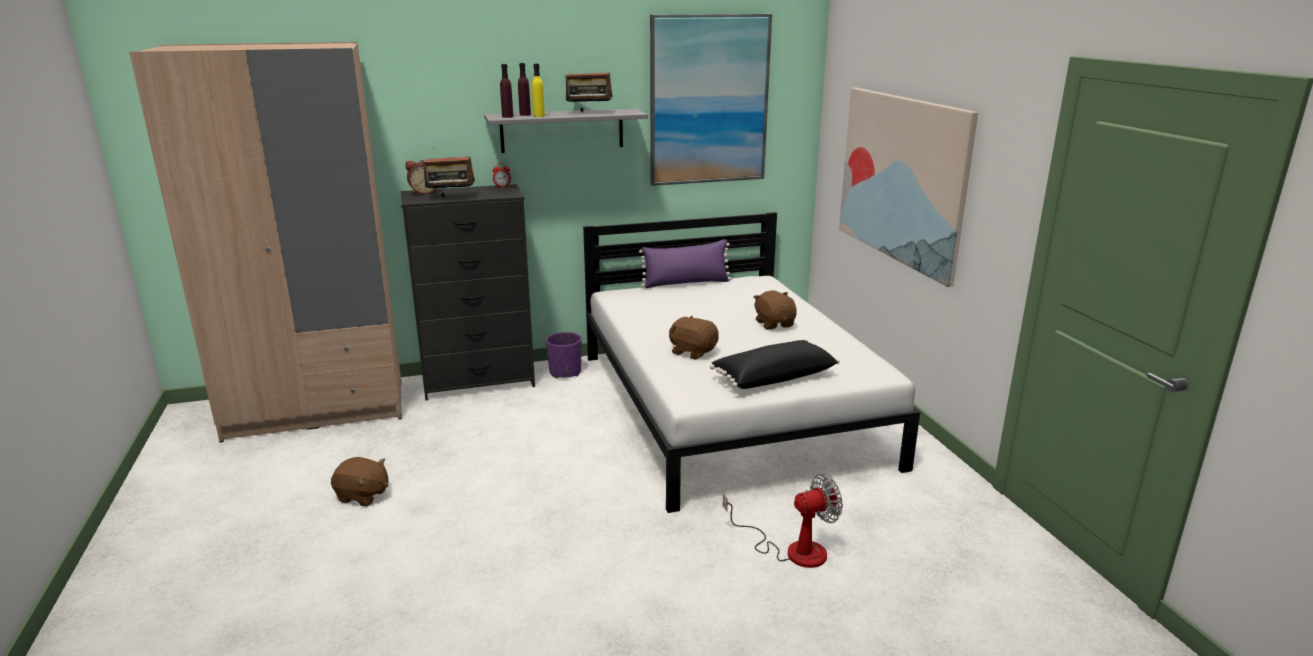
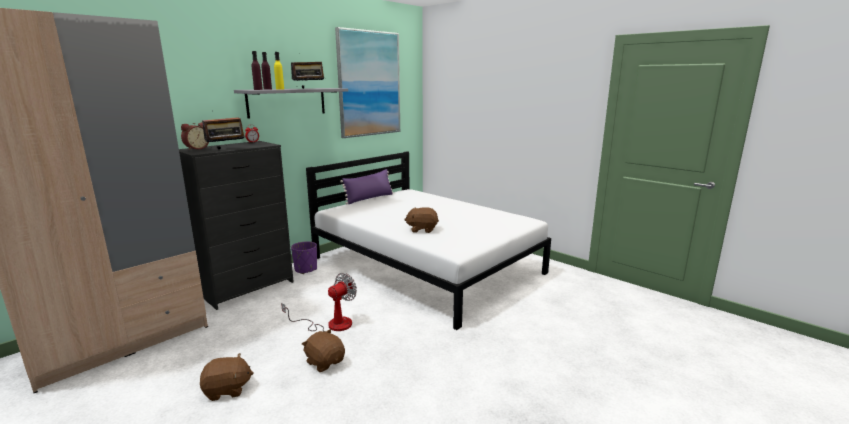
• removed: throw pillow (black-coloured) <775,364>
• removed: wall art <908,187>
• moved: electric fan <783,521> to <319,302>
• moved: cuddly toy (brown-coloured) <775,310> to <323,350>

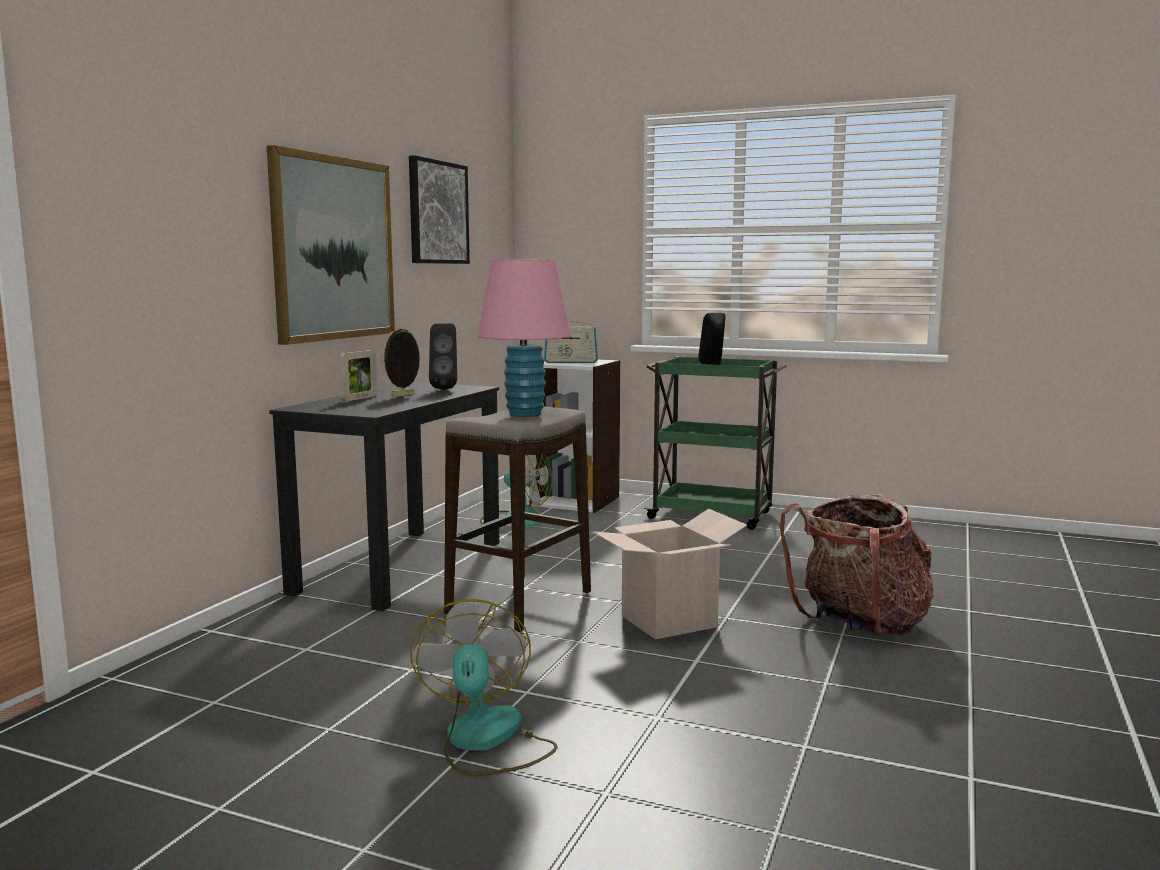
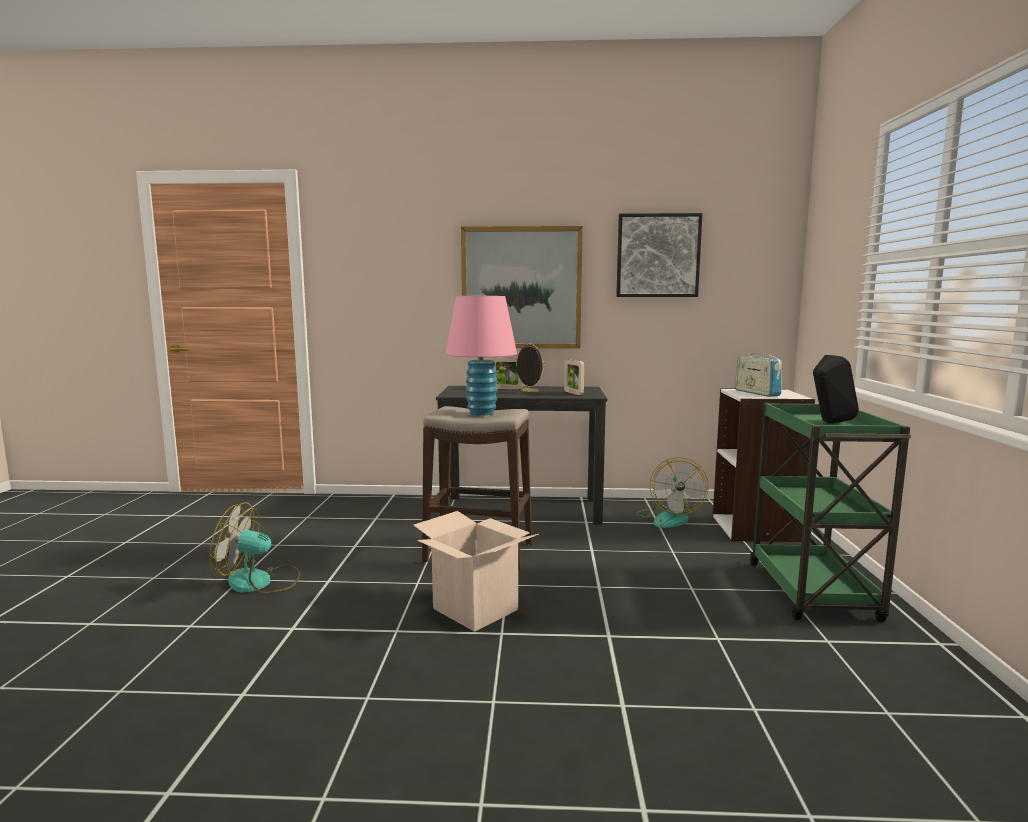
• removed: backpack <856,564>
• replaced: audio speaker (black-coloured) <443,356> to picture frame <574,377>
• turned: electric fan <484,687> = <255,547> 150 degrees counterclockwise

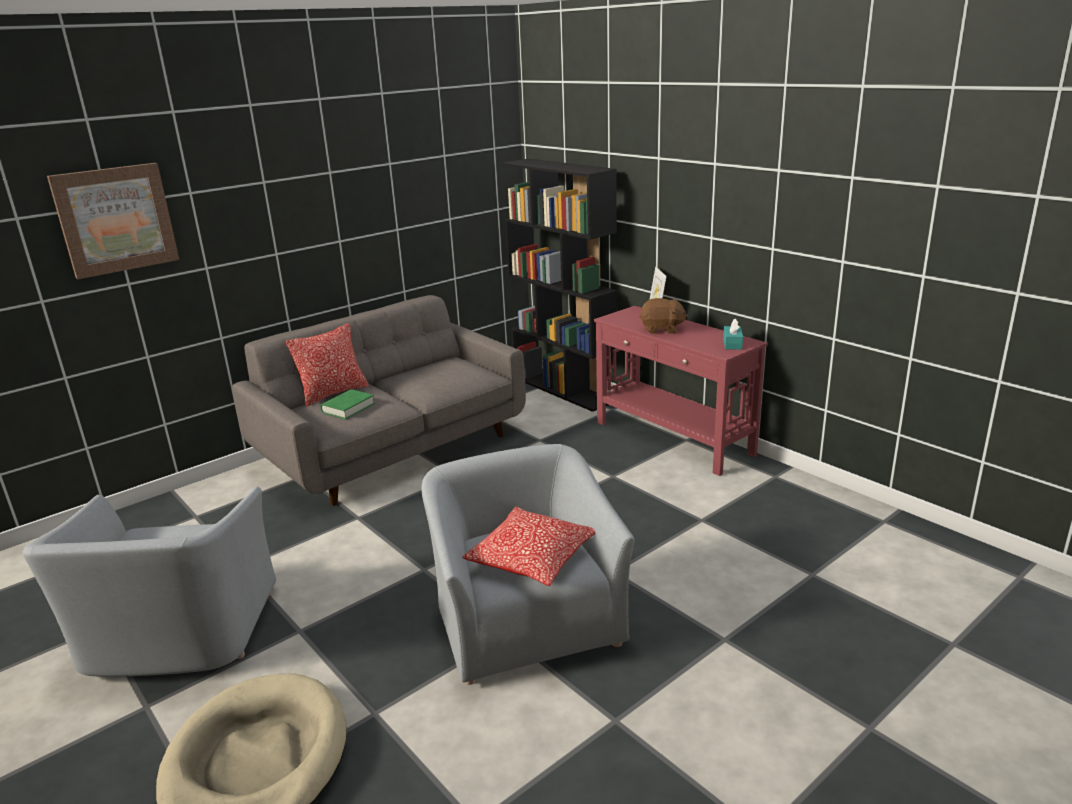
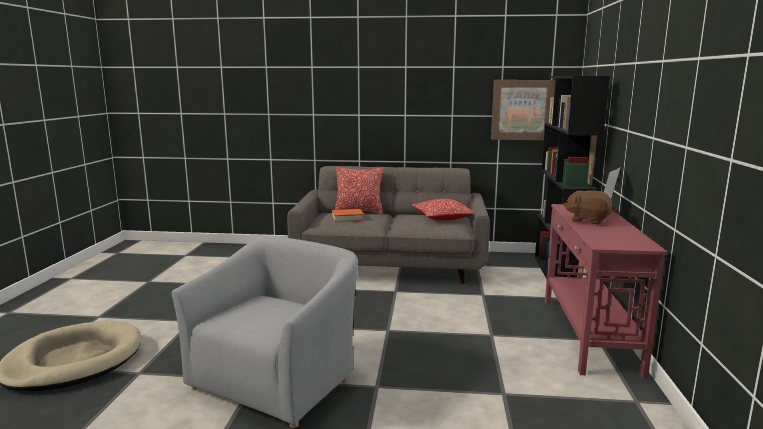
• removed: easy chair (gray) <149,582>
• removed: box of tissues (turquoise-coloured) <733,334>
• moved: wall art <113,221> to <523,110>
• moved: throw pillow <528,546> to <442,209>
• recoloured: book (green) <347,404> to book (orange) <348,215>
• turned: cuddly toy (brown-coloured) <664,316> = <588,207> 150 degrees clockwise

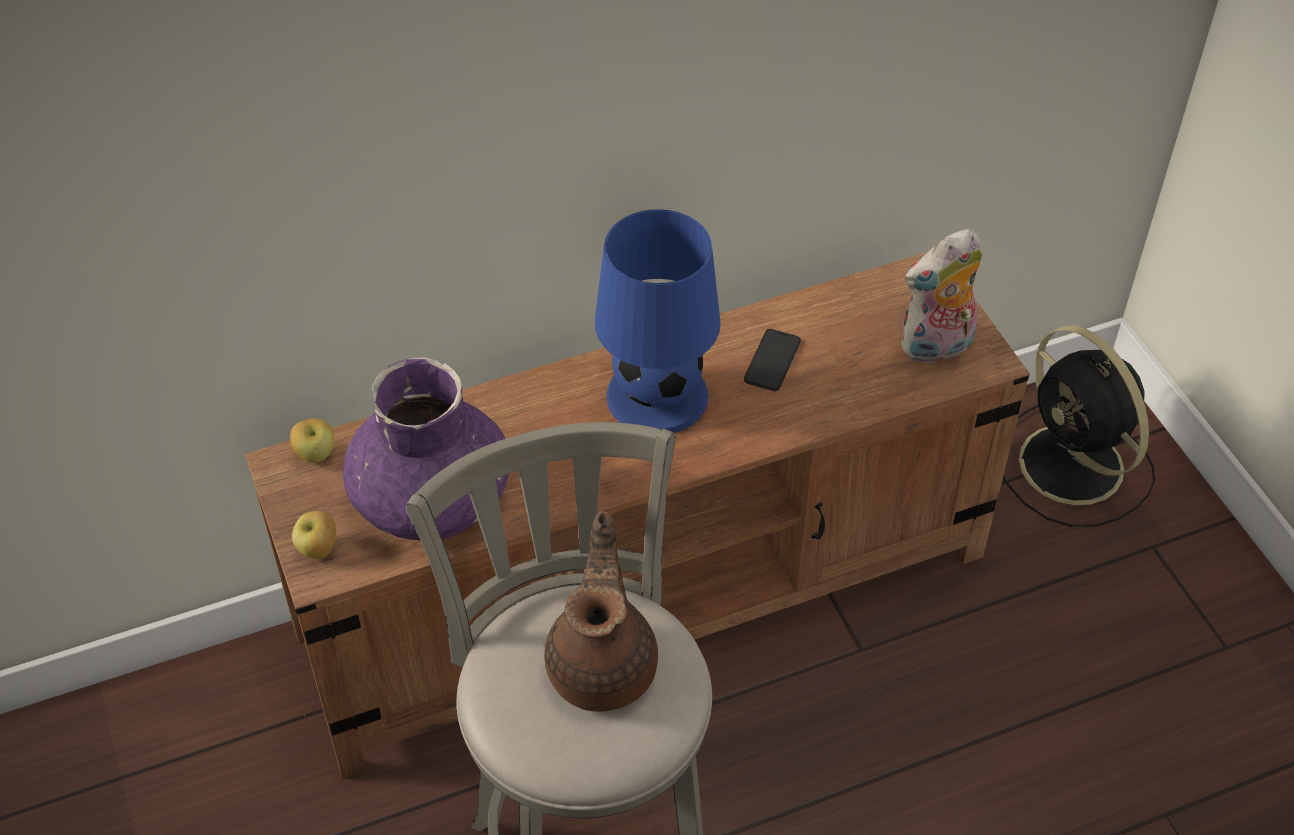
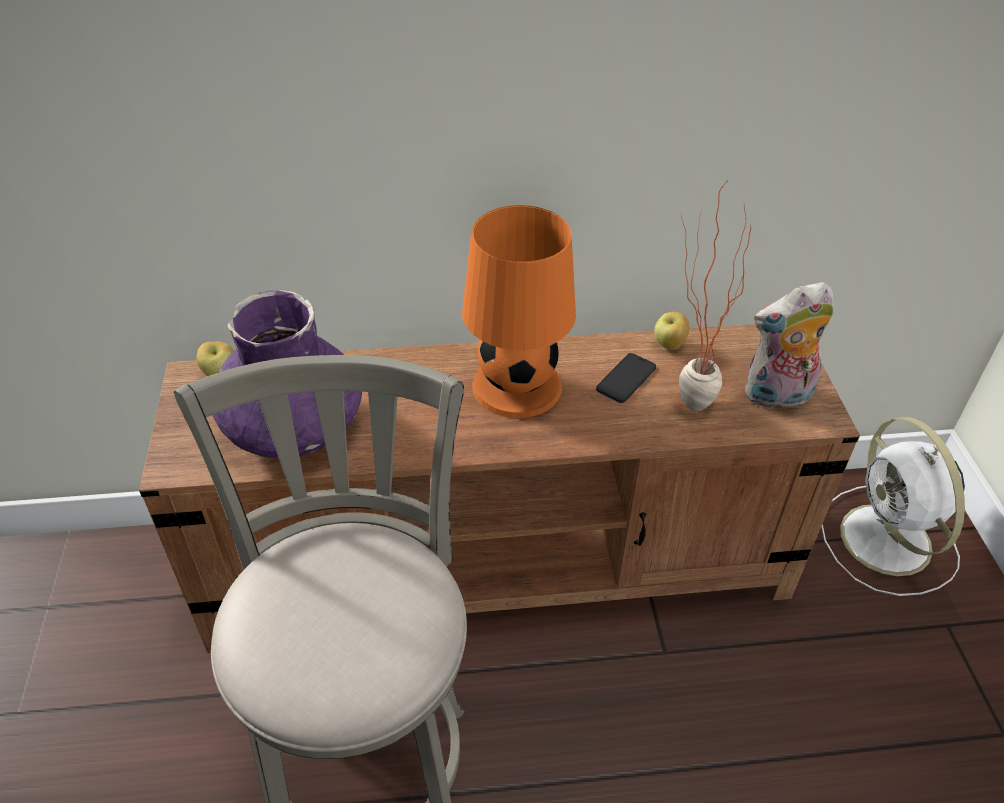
• removed: pot for tea (brown-coloured) <601,611>
• added: houseplant <715,295>
• moved: apple <314,535> to <671,331>
• recoloured: table lamp (blue) <658,321> to table lamp (orange) <519,311>
• recoloured: electric fan (black-coloured) <1079,426> to electric fan (white-coloured) <893,506>

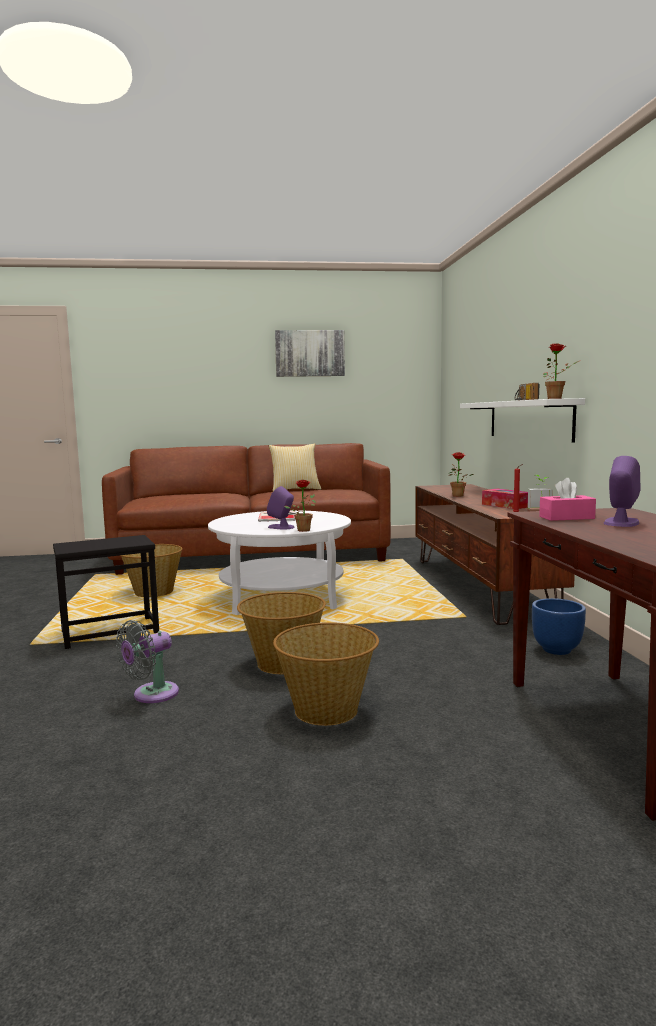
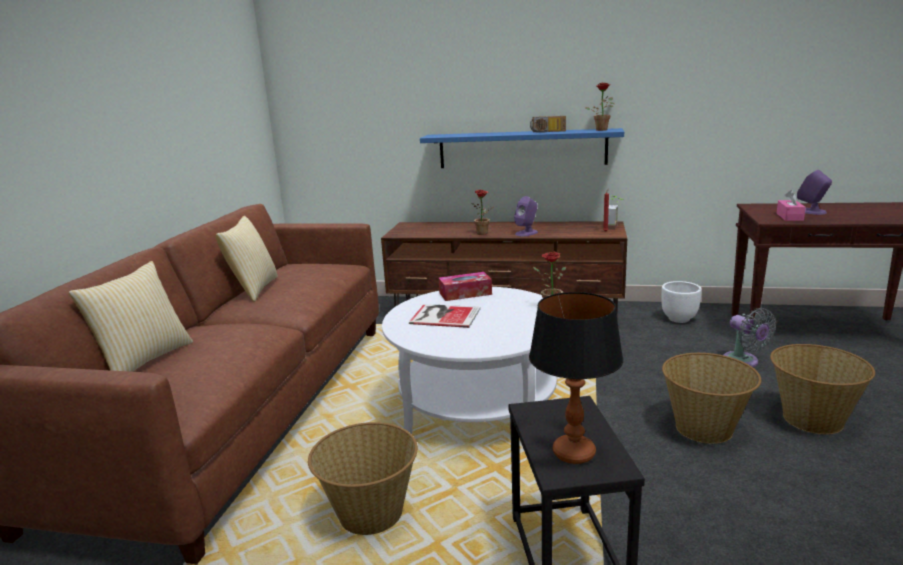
• removed: wall art <310,353>
• added: throw pillow <130,316>
• added: table lamp <576,378>
• moved: electric fan (gray) <147,661> to <750,337>
• moved: audio speaker (purple) <281,507> to <526,216>
• moved: box of tissues <505,499> to <465,286>
• recoloured: bracket shelf (white-coloured) <522,420> to bracket shelf (blue) <522,148>
• recoloured: planter (blue) <559,626> to planter (white-coloured) <681,302>

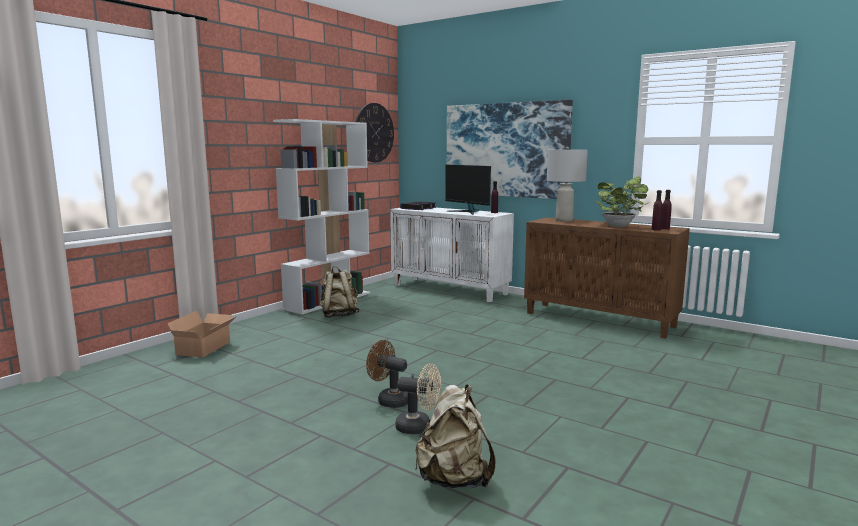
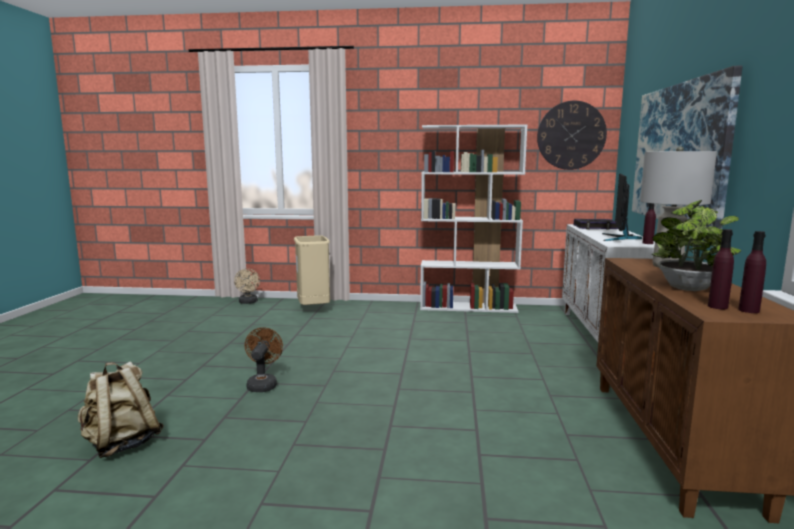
• removed: backpack (beige) <339,292>
• moved: electric fan (beige) <418,398> to <247,286>
• replaced: packing box <202,334> to waste bin (beige) <312,270>

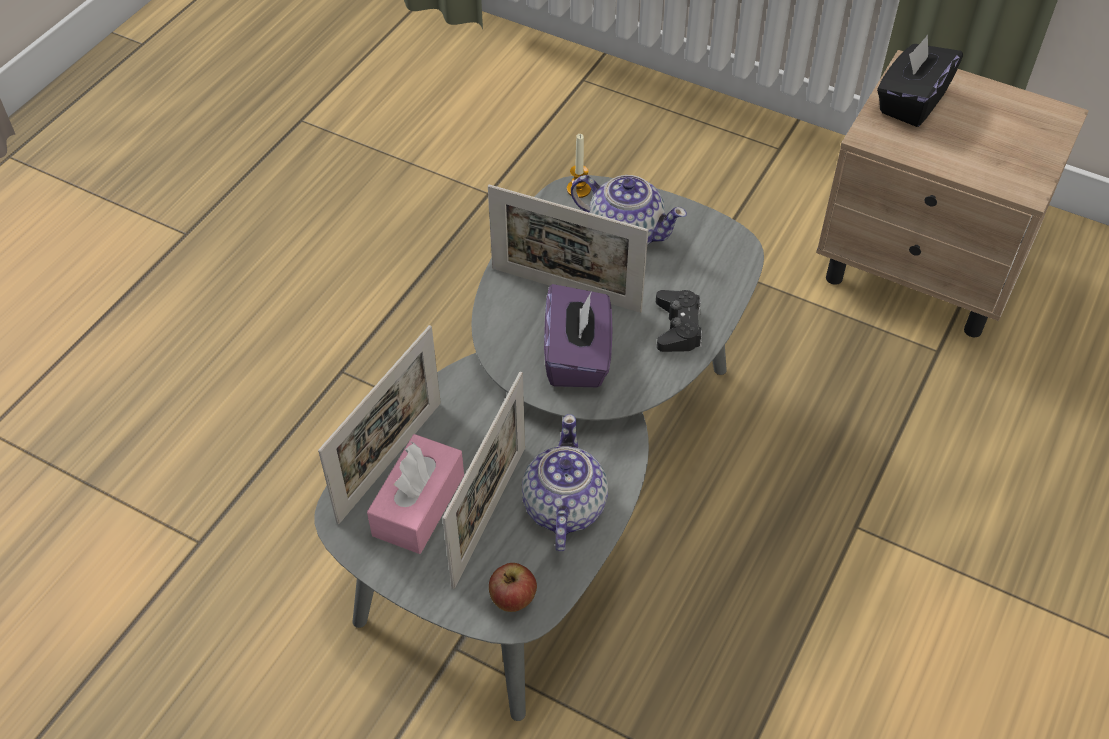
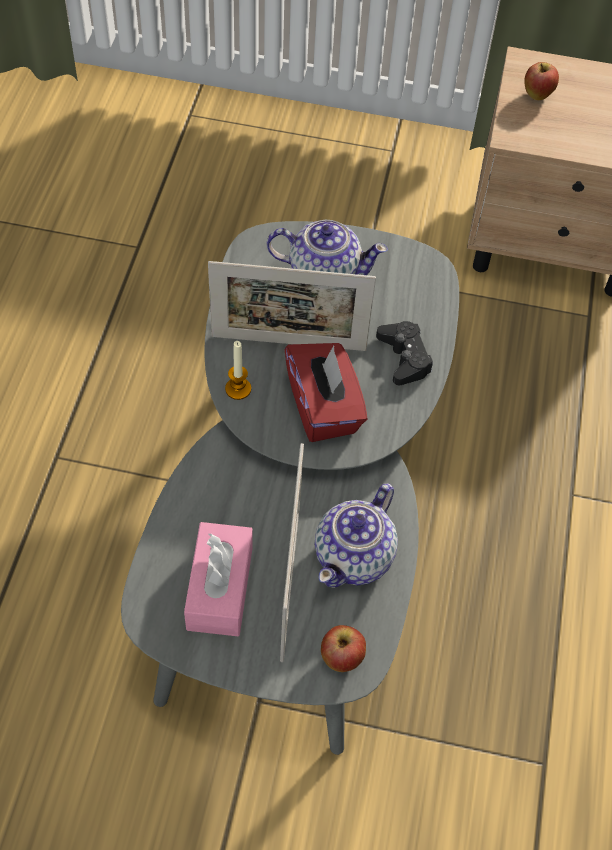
• removed: picture frame <379,424>
• moved: wax candle <579,166> to <238,370>
• replaced: box of tissues (black-coloured) <920,81> to apple <541,81>
• recoloured: box of tissues (purple) <578,335> to box of tissues (reddish) <326,392>
• turned: pot for tea <565,482> = <356,536> 135 degrees counterclockwise

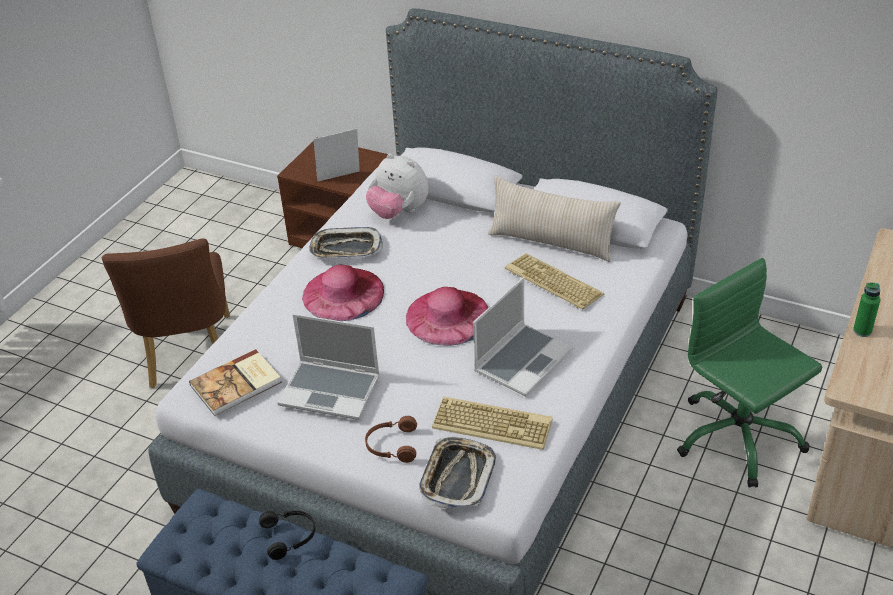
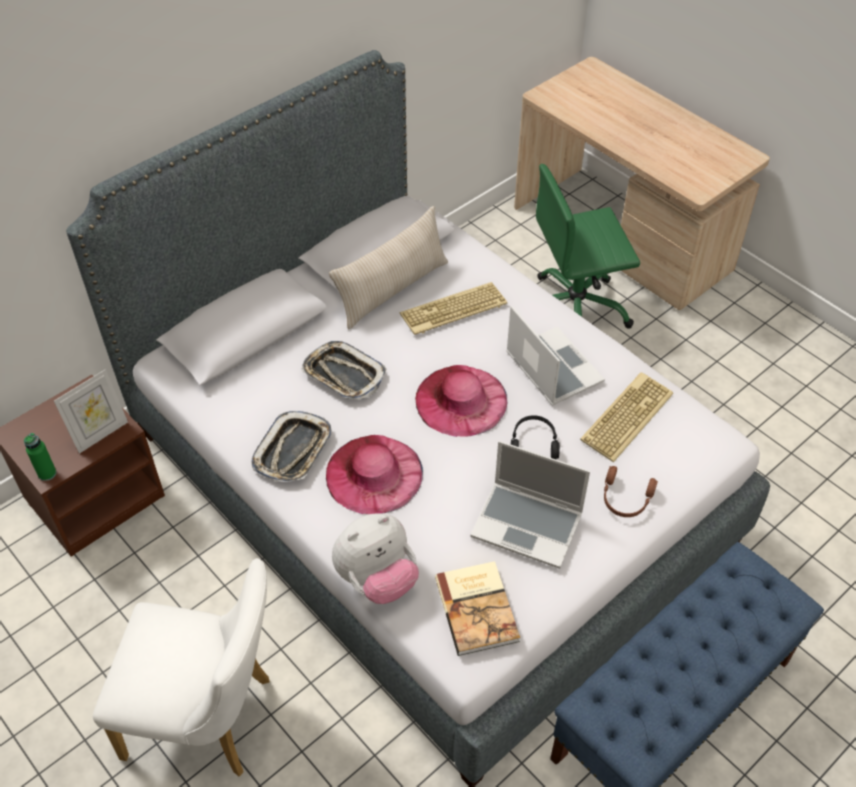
• moved: headset (black-coloured) <287,535> to <535,437>
• moved: cuddly toy <397,186> to <375,558>
• moved: tray <457,473> to <344,370>
• moved: beverage bottle (green) <866,310> to <40,457>
• recoloured: plain chair (brown-coloured) <166,313> to plain chair (white-coloured) <181,667>
• turned: laptop <328,367> = <530,505> 75 degrees clockwise
• turned: picture frame <336,155> = <91,411> 135 degrees counterclockwise

